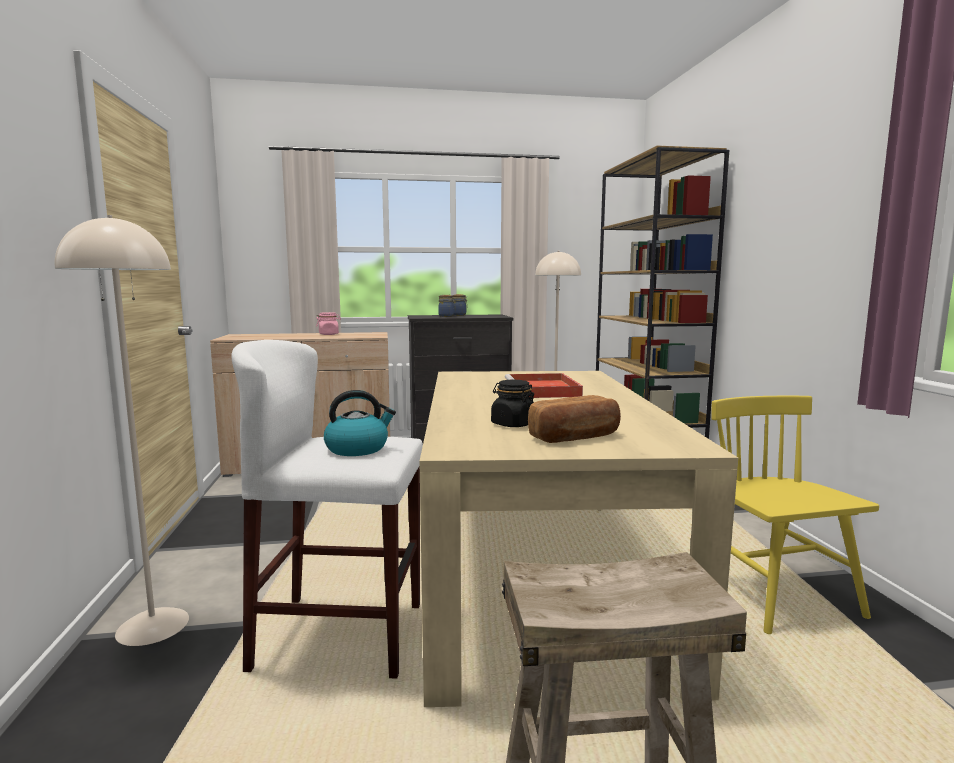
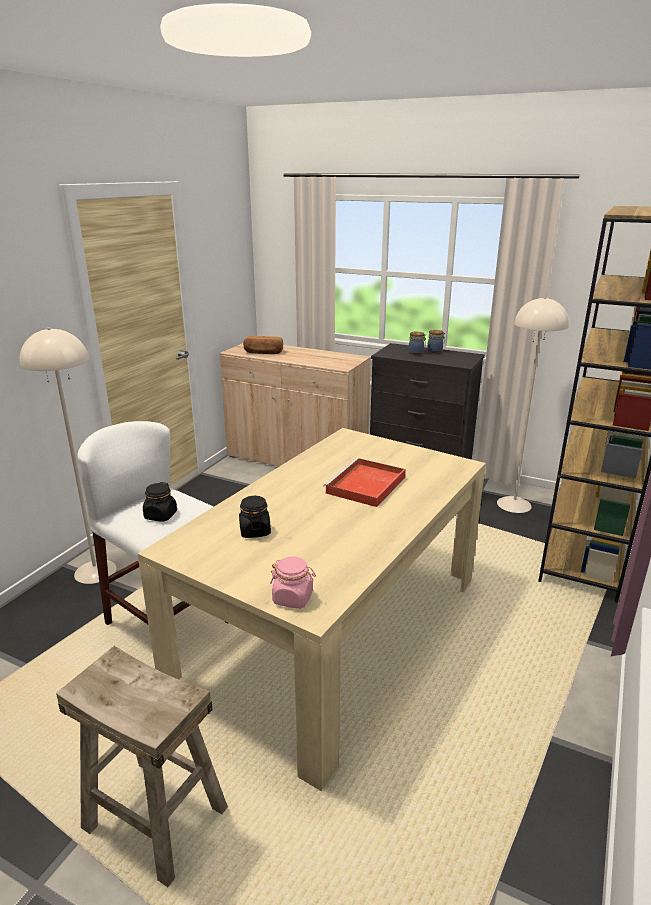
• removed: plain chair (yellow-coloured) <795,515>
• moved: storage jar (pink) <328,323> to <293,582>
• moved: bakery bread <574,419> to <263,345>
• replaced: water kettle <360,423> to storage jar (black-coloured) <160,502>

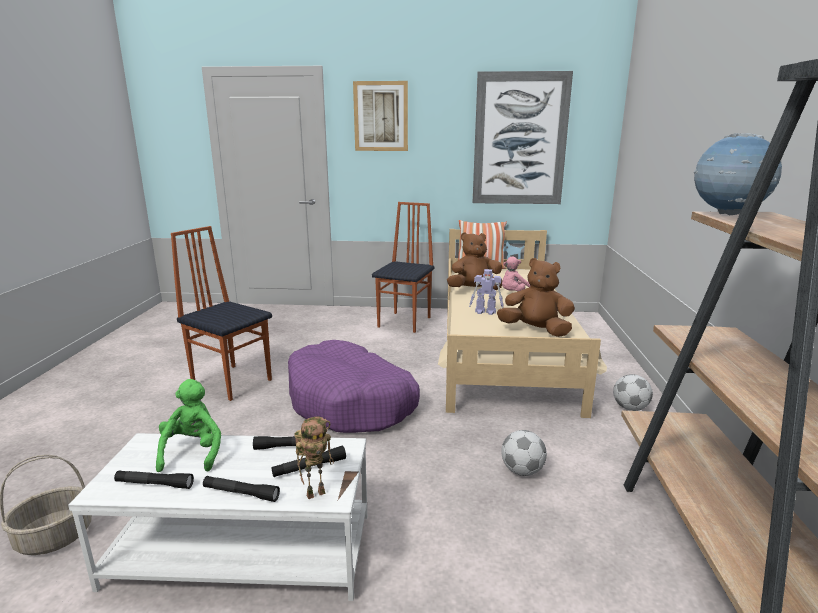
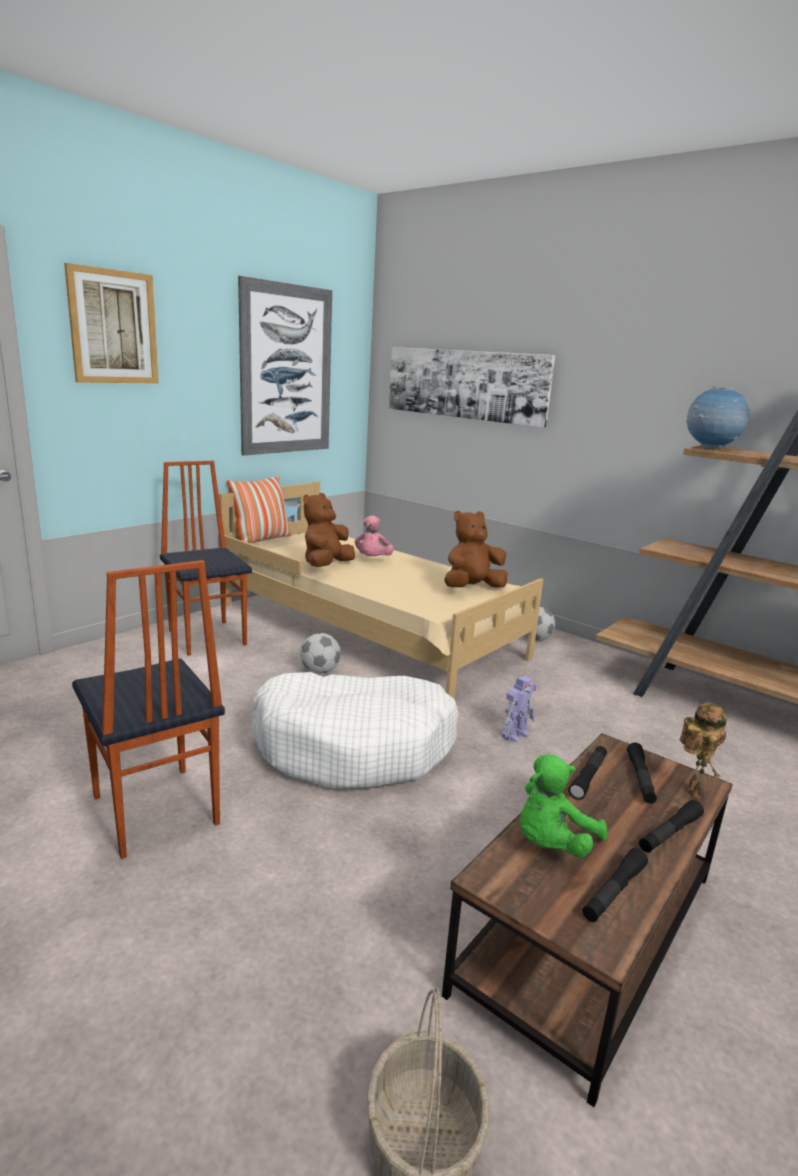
• added: wall art <472,387>
• moved: model robot <486,292> to <518,709>
• moved: football ball <524,453> to <320,653>
• recoloured: lounge table (white-coloured) <217,517> to lounge table (brown-coloured) <587,920>
• recoloured: pet bed (purple) <354,386> to pet bed (white-coloured) <355,730>
• turned: cuddly toy (green) <188,425> = <564,805> 75 degrees counterclockwise
• turned: plain chair <221,313> = <148,709> 105 degrees counterclockwise

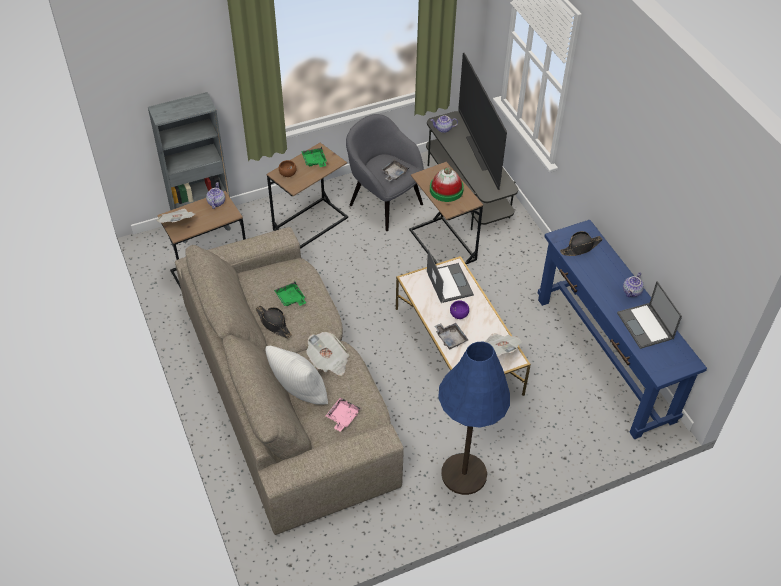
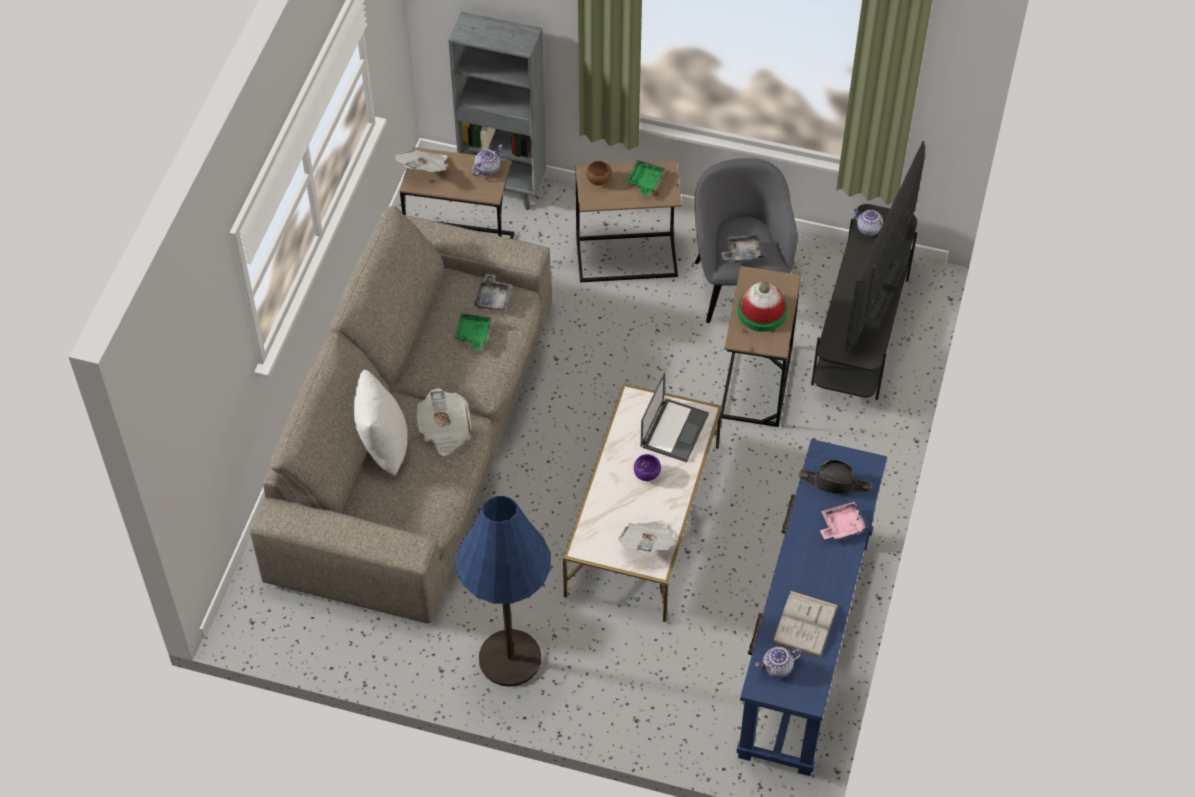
• removed: clothing hat (black-coloured) <274,321>
• moved: tray (pink) <343,415> to <844,521>
• moved: tray (gray) <451,336> to <492,292>
• moved: pot for tea <633,284> to <778,662>
• replaced: laptop <649,315> to book (white-coloured) <805,624>

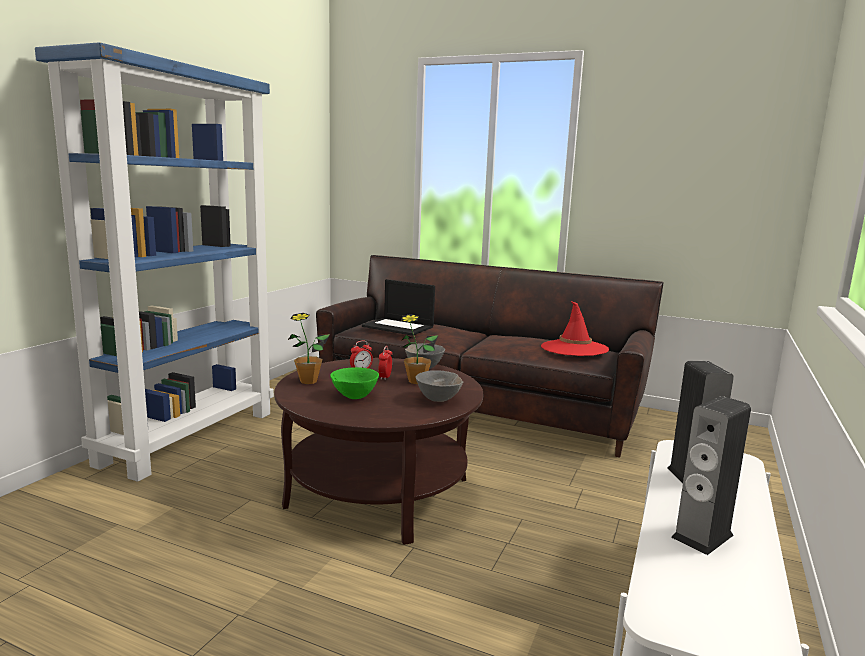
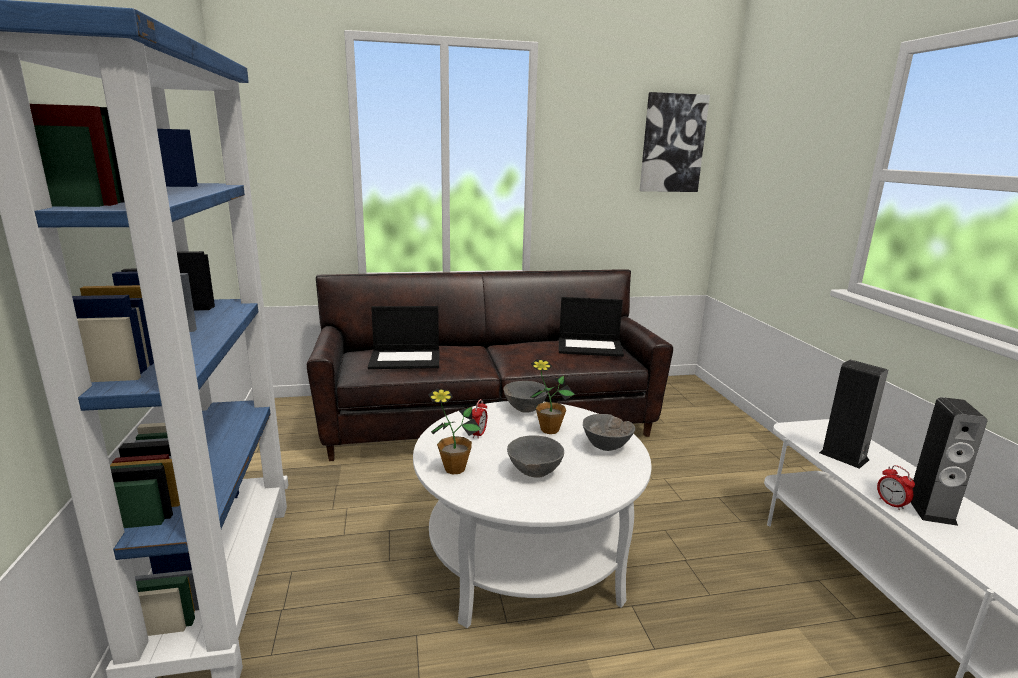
• added: wall art <675,142>
• moved: table clock <385,363> to <896,487>
• replaced: clothing hat (reddish) <575,328> to laptop <591,327>
• recoloured: lounge table (brown-coloured) <378,451> to lounge table (white-coloured) <532,514>
• recoloured: serving bowl (green) <354,383> to serving bowl (gray) <535,456>

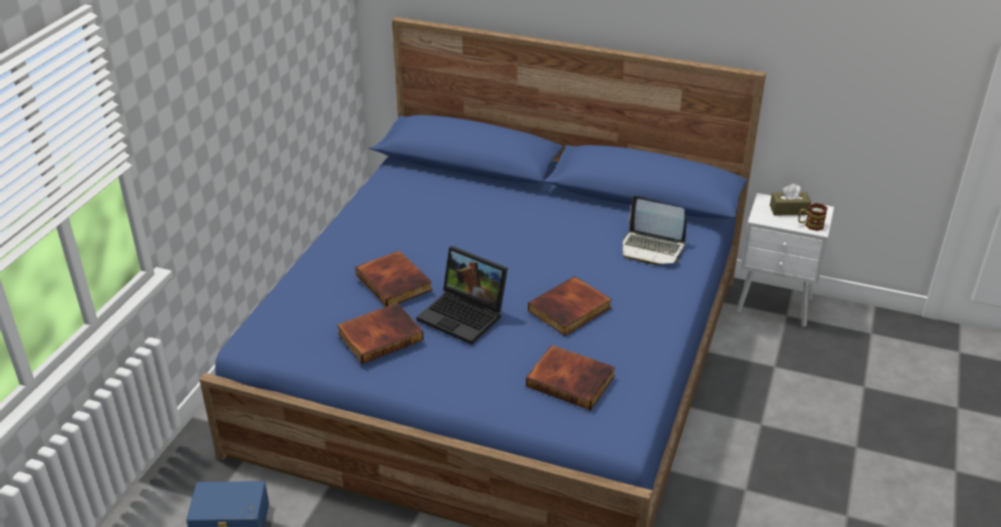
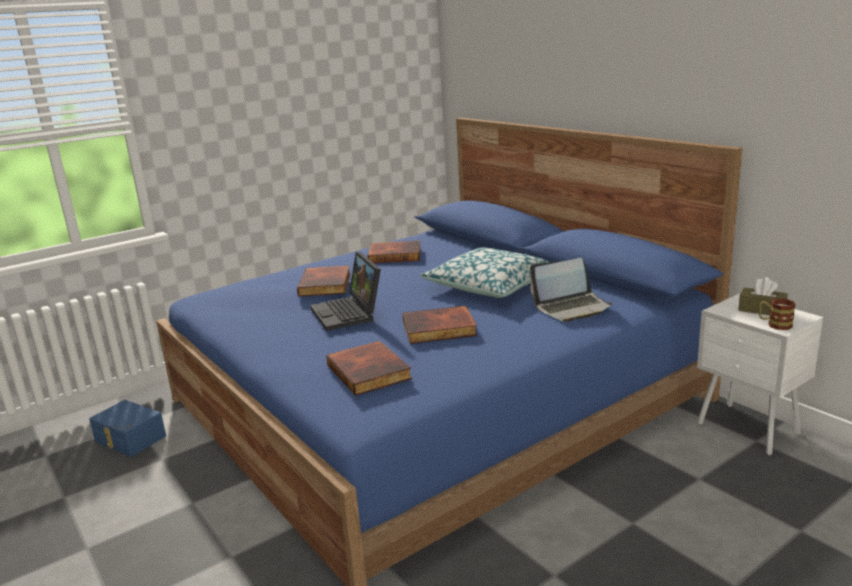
• added: throw pillow <484,272>
• moved: book <380,333> to <394,252>
• turned: laptop <655,230> = <571,290> 75 degrees counterclockwise

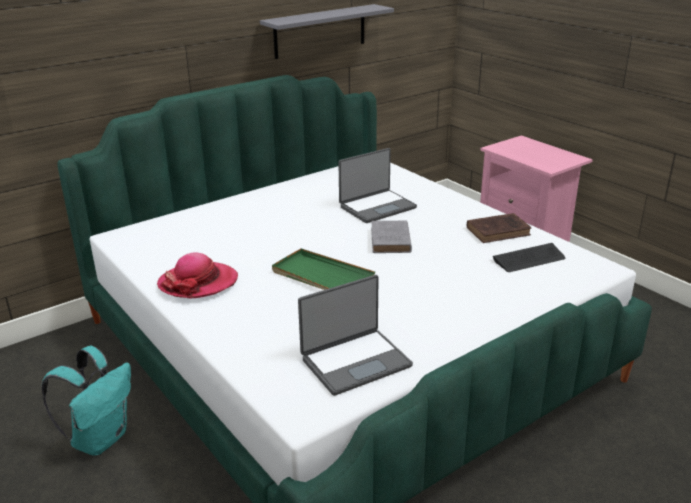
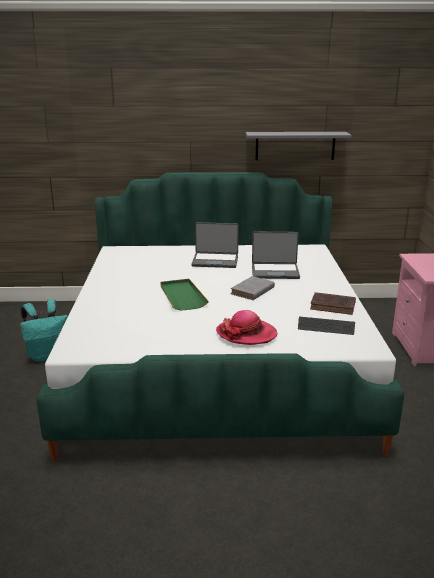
• moved: clothing hat <197,275> to <246,327>
• moved: laptop <355,335> to <215,245>

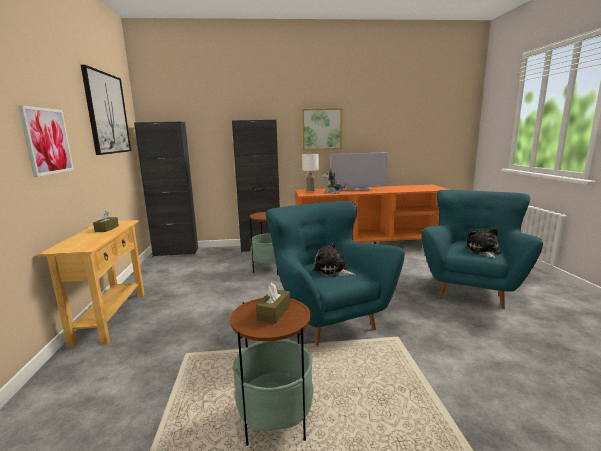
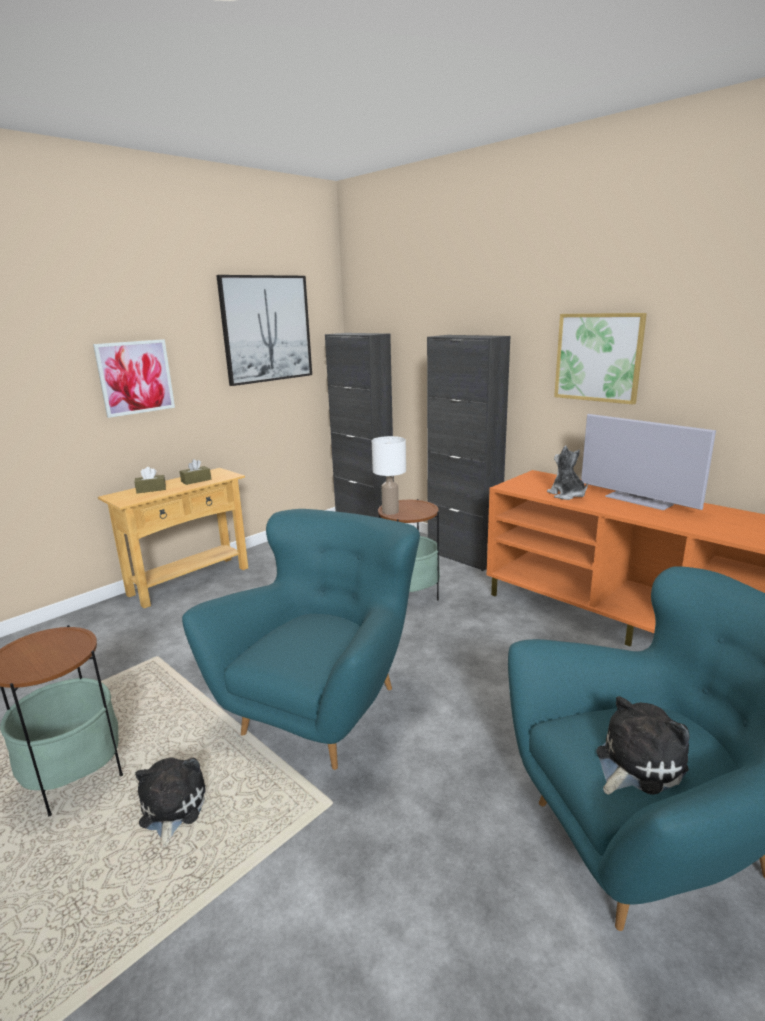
• moved: box of tissues (brown-coloured) <273,303> to <150,480>
• moved: table lamp (white-coloured) <310,173> to <389,475>
• moved: cuddly toy <334,259> to <170,802>

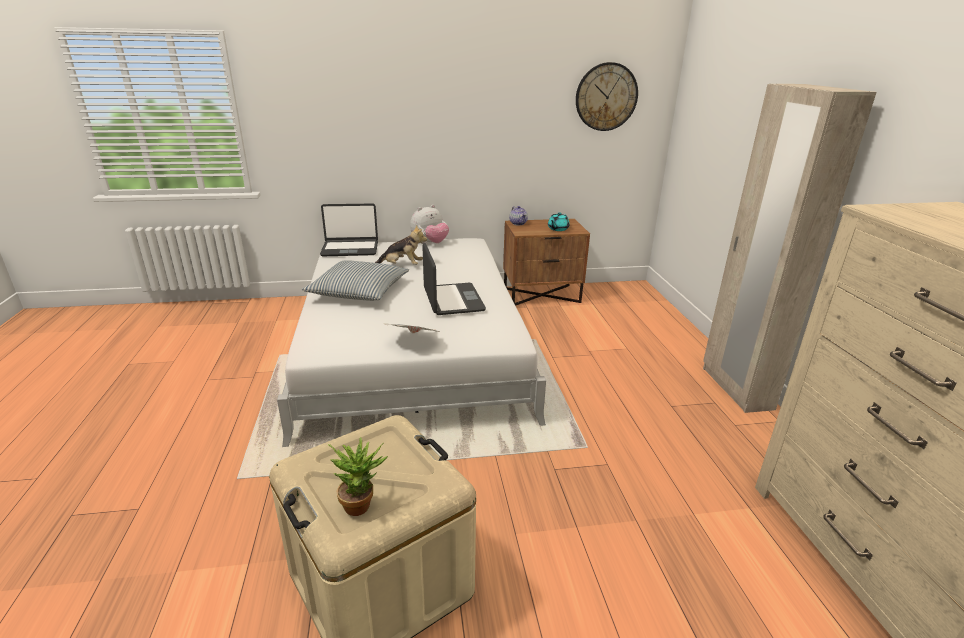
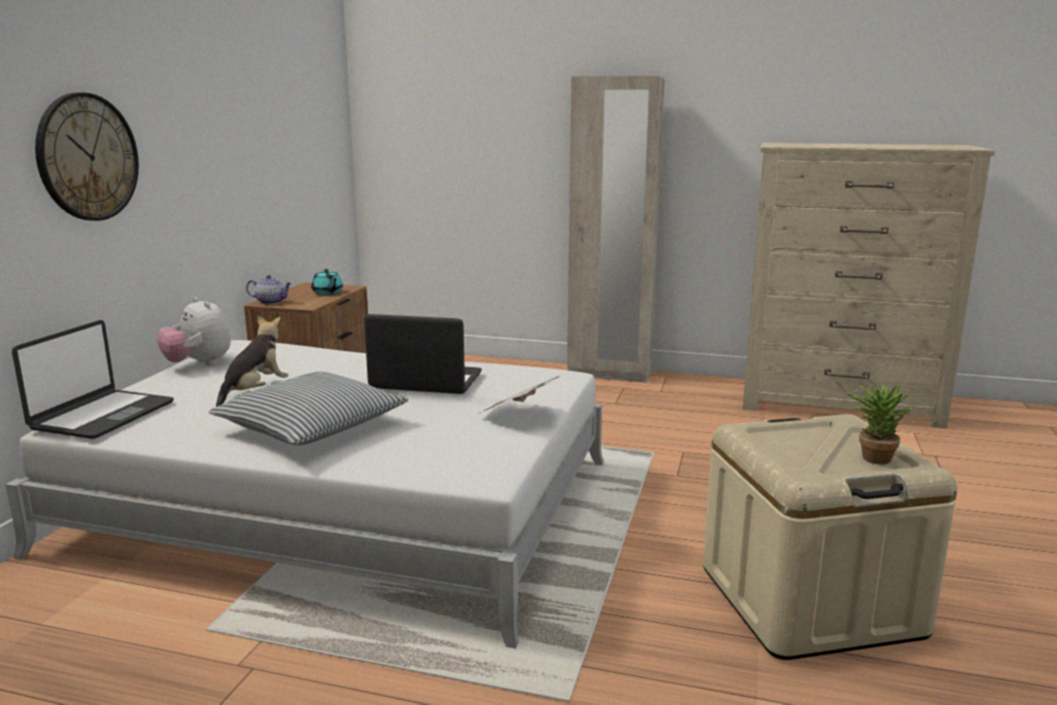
• moved: clock on the wall <607,96> to <87,157>
• turned: cuddly toy <429,224> = <194,331> 150 degrees clockwise

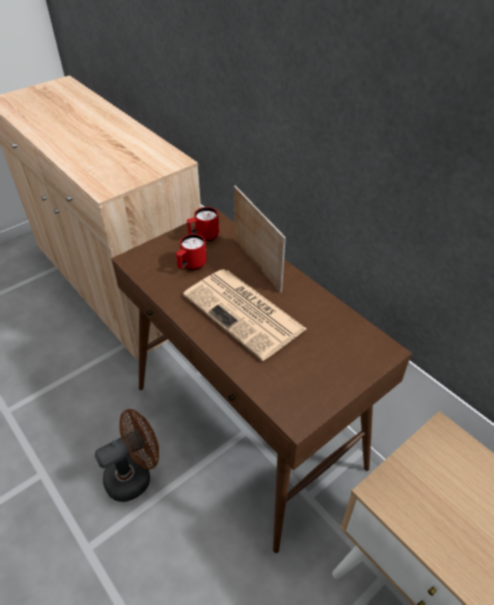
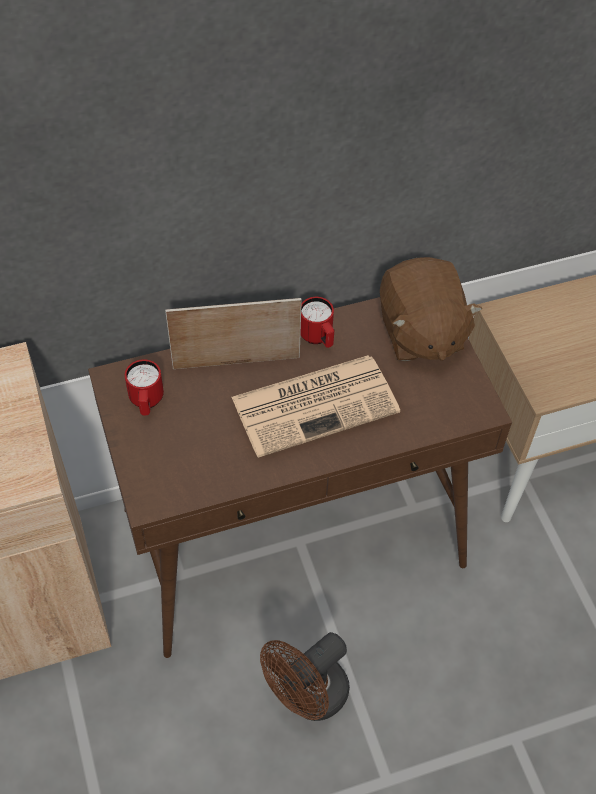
• added: cuddly toy (brown-coloured) <431,309>
• moved: tea mug (reddish) <191,252> to <317,322>
• turned: electric fan (brown-coloured) <127,455> = <305,676> 120 degrees counterclockwise

